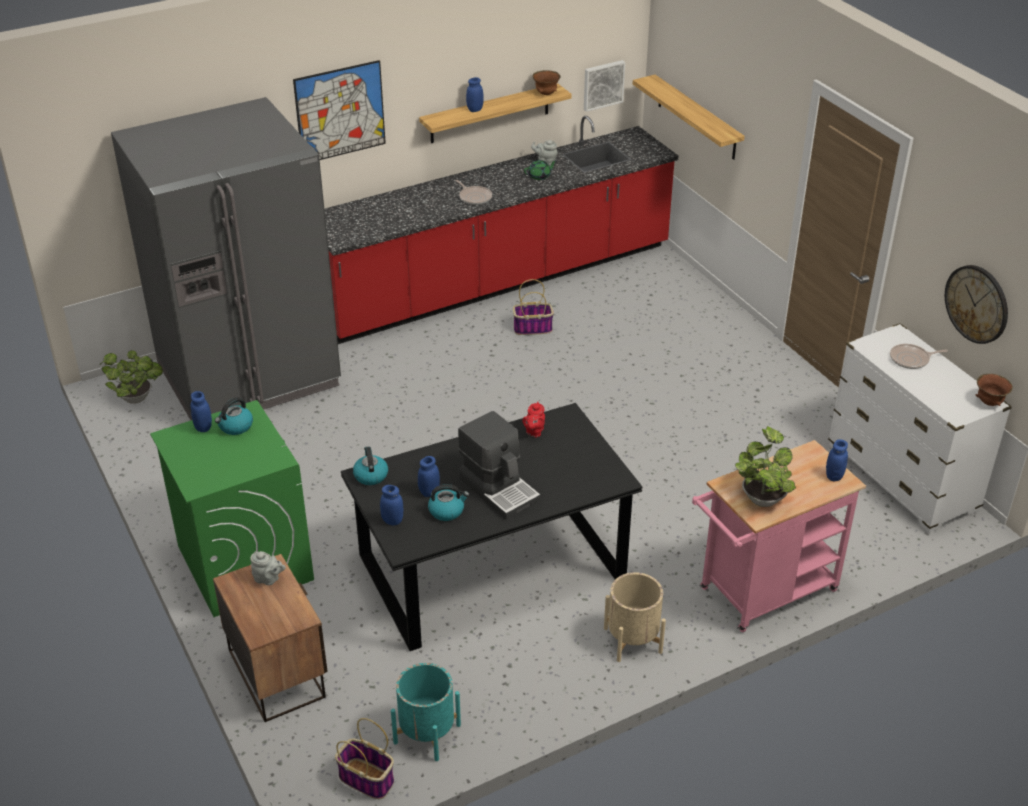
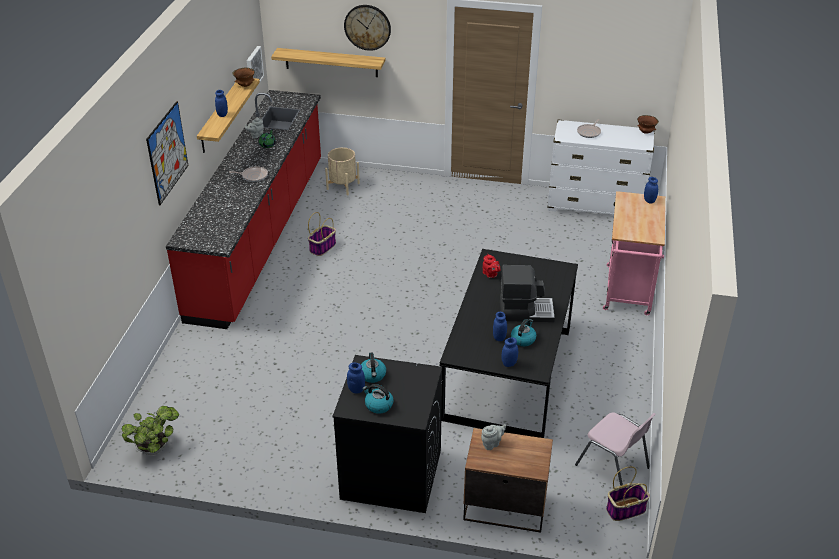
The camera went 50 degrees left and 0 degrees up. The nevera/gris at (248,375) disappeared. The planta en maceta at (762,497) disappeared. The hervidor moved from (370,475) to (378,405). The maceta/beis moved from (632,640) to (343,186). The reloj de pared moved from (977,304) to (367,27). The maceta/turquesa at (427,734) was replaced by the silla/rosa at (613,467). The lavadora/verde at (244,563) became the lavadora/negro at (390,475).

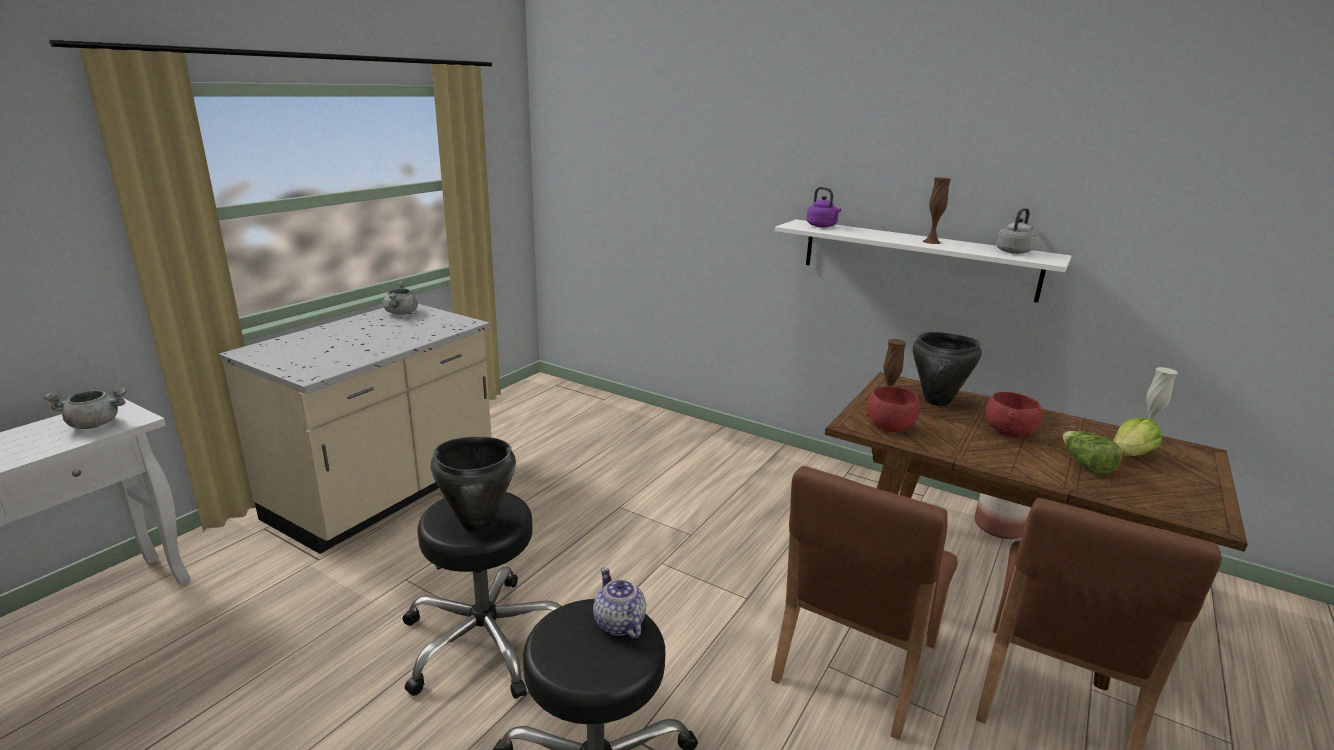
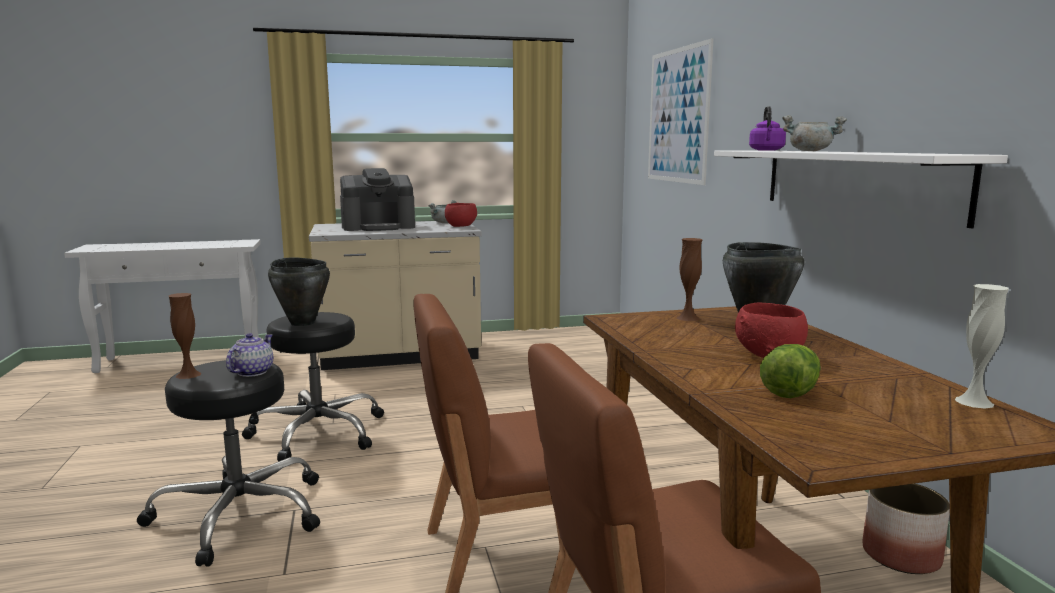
The camera went 45 degrees right and 10 degrees down. The hervidor/gris at (1014,251) disappeared. The lechuga at (1130,455) disappeared. The cafetera at (378,227) appeared. The cuadro at (678,115) appeared. The olla/gris moved from (96,424) to (810,151). The cuenco/rojo moved from (890,427) to (460,226). The florero/marrón moved from (931,242) to (188,375).

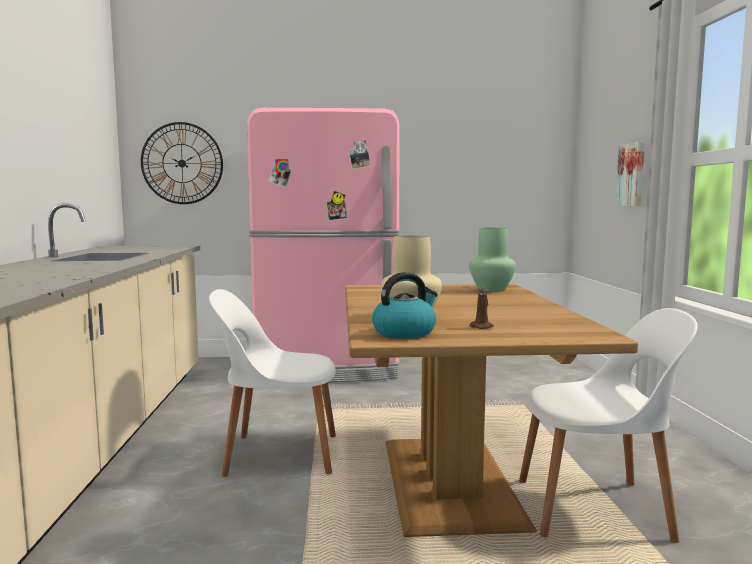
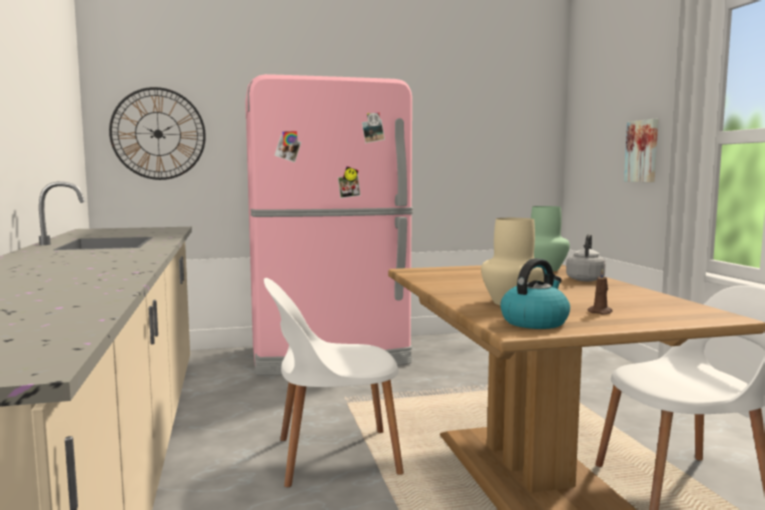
The camera went 10 degrees left and 0 degrees up. The hervidor/gris at (585,279) appeared.

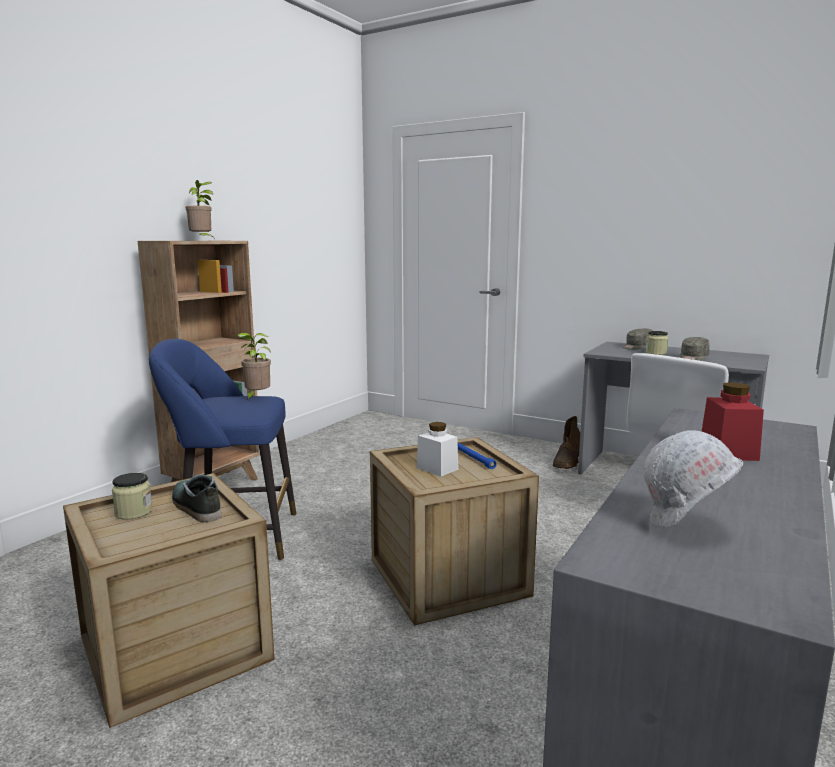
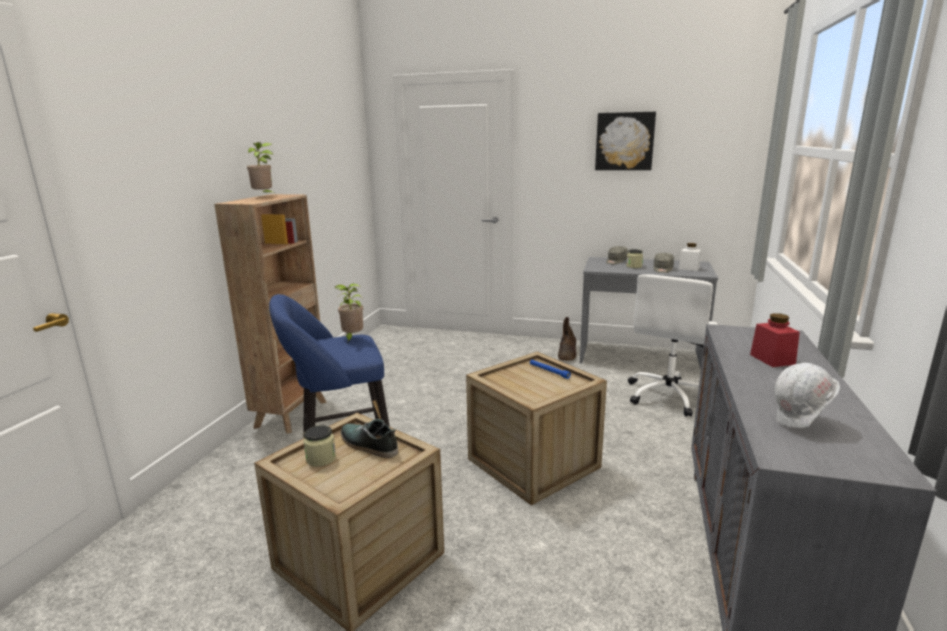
The camera went 15 degrees left and 5 degrees up. The cuadro at (624,141) appeared. The tarro/blanco moved from (437,468) to (689,268).

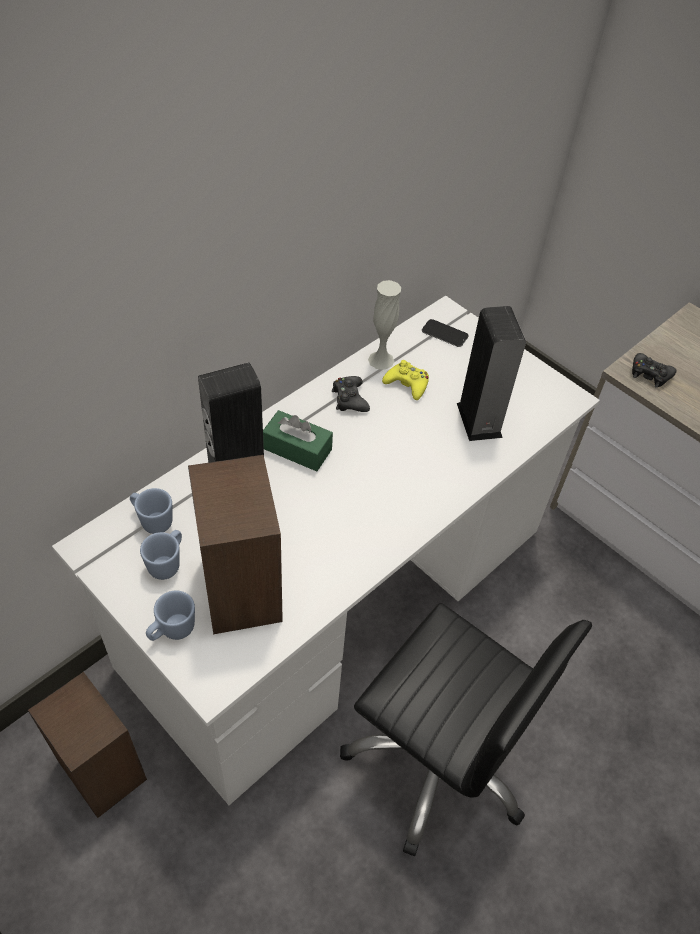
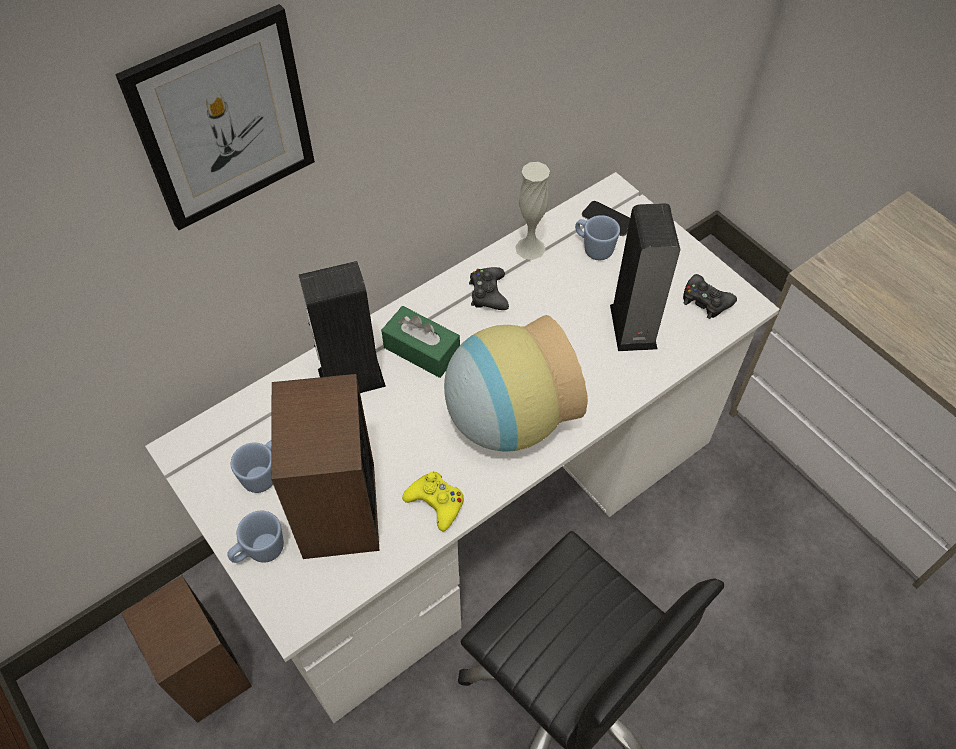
The camera went 10 degrees right and 5 degrees up. The cuadro at (223,120) appeared. The florero at (506,418) appeared. The taza grande/azul moved from (152,520) to (593,248). The mando de consola/amarillo moved from (407,384) to (436,503). The mando de consola/negro moved from (649,374) to (705,301).

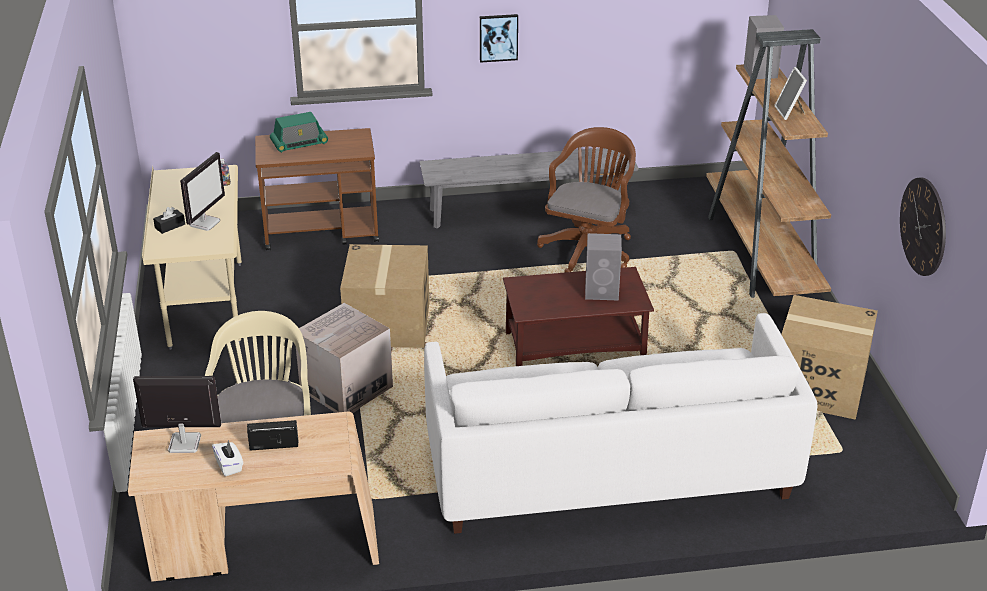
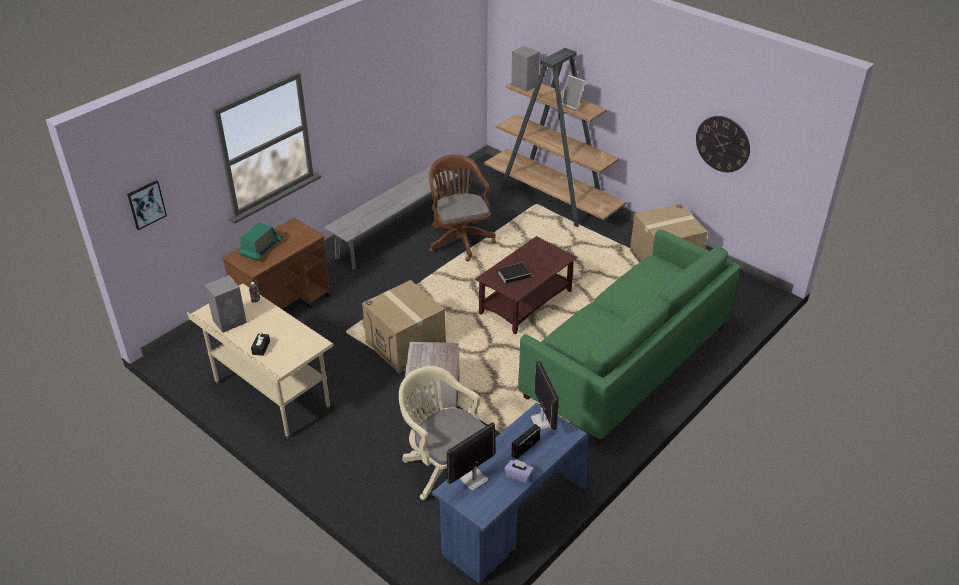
The camera went 40 degrees left and 5 degrees up. The libro at (514,274) appeared. The monitor moved from (205,223) to (542,421). The cuadro moved from (498,37) to (146,204). The altavoz/gris moved from (602,291) to (230,321). The escritorio/beis at (264,547) became the escritorio/azul at (513,520). The caja de pañuelos/blanco at (229,466) became the caja de pañuelos/morado at (518,475). The sofá/blanco at (608,468) became the sofá/verde at (627,362).

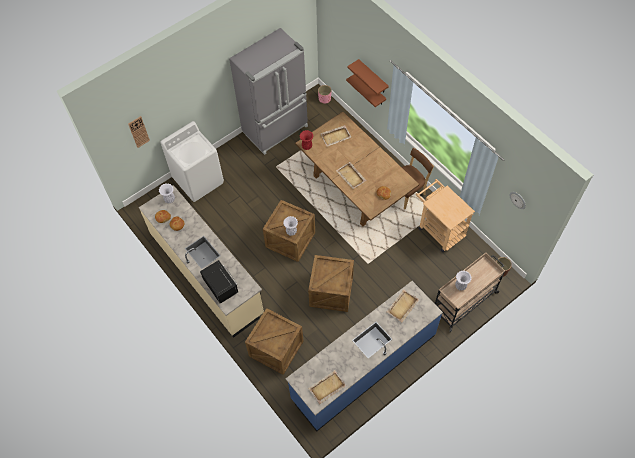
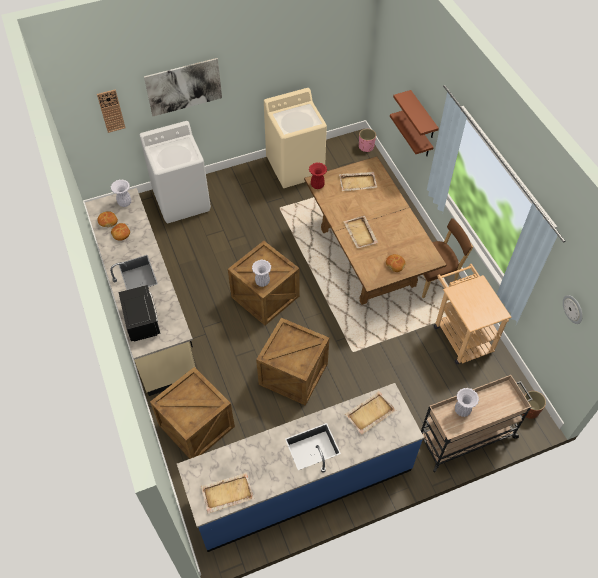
The camera went 15 degrees right and 5 degrees down. The cuadro at (184,87) appeared. The nevera/gris at (276,129) was replaced by the lavadora/beis at (295,167).

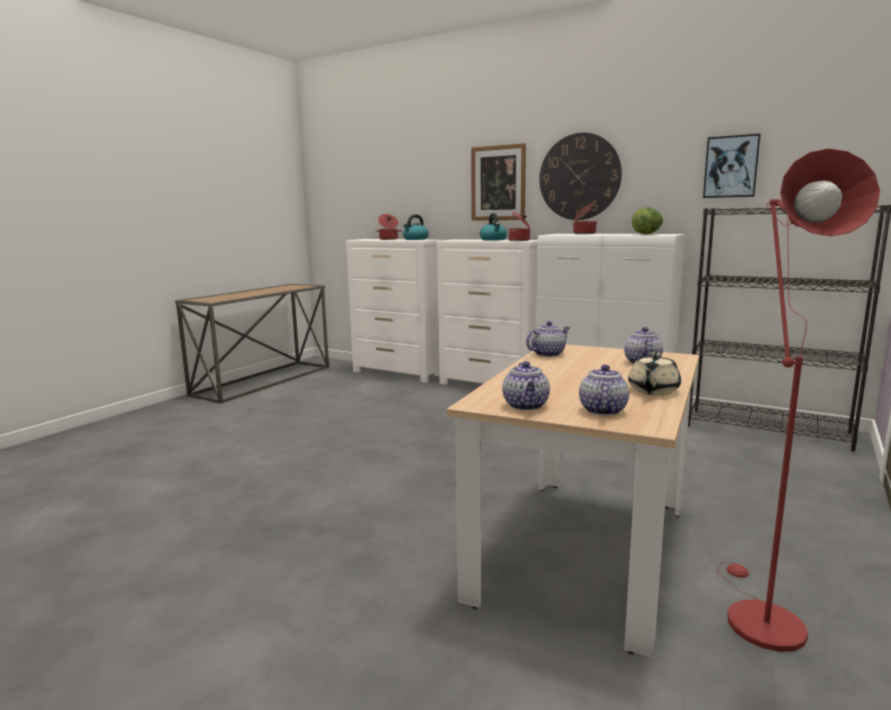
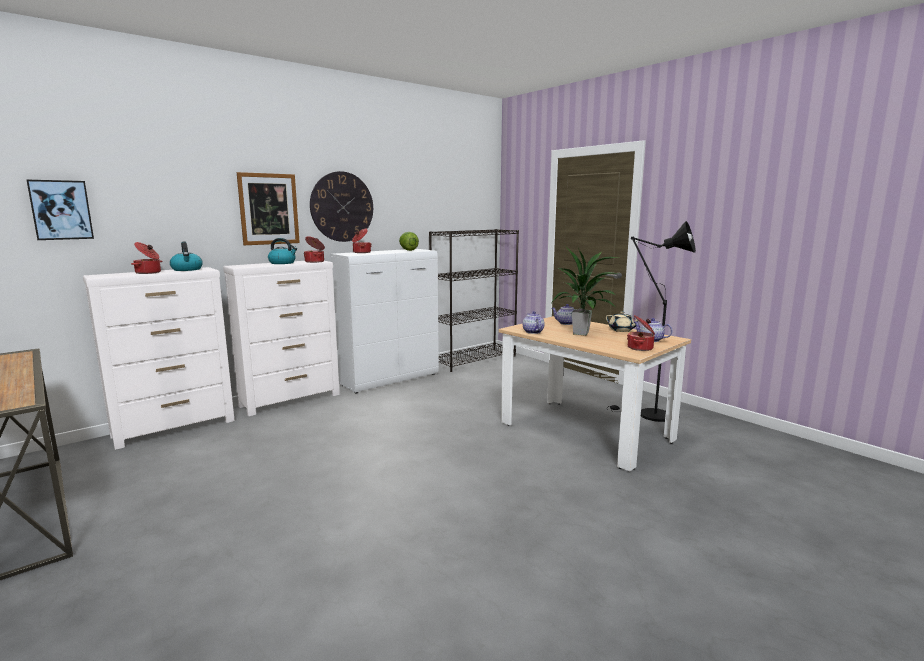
The camera went 70 degrees left and 0 degrees up. The planta en maceta at (581,333) appeared. The cuadro moved from (731,167) to (61,210). The tetera at (526,406) was replaced by the olla at (641,348). The lámpara de pie/rojo at (757,616) became the lámpara de pie/negro at (648,415).

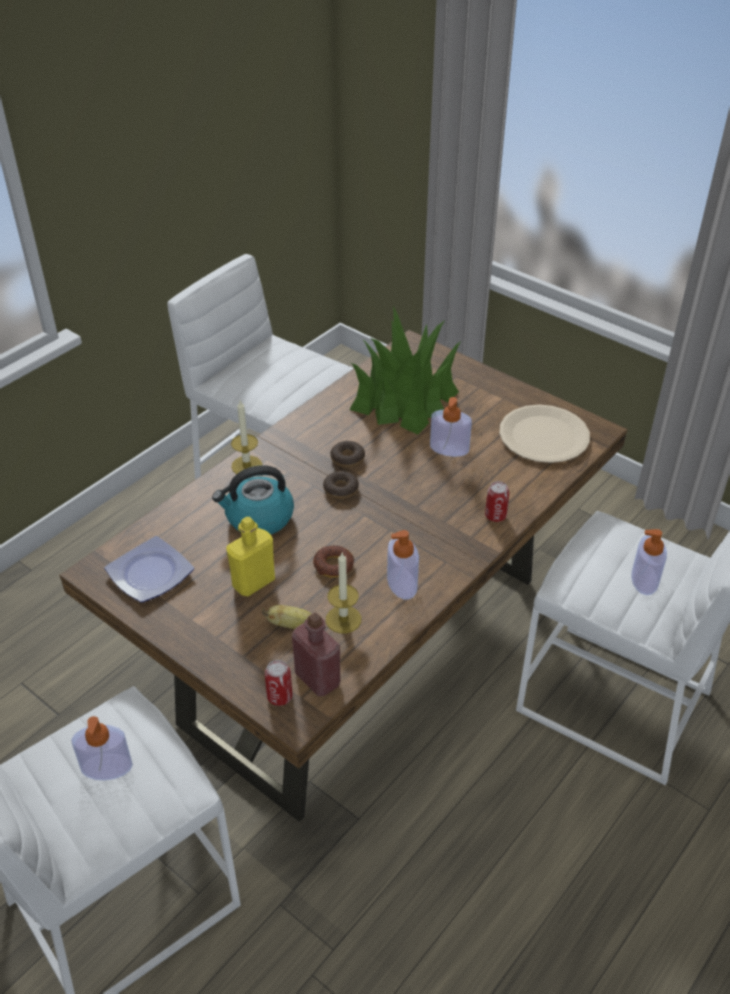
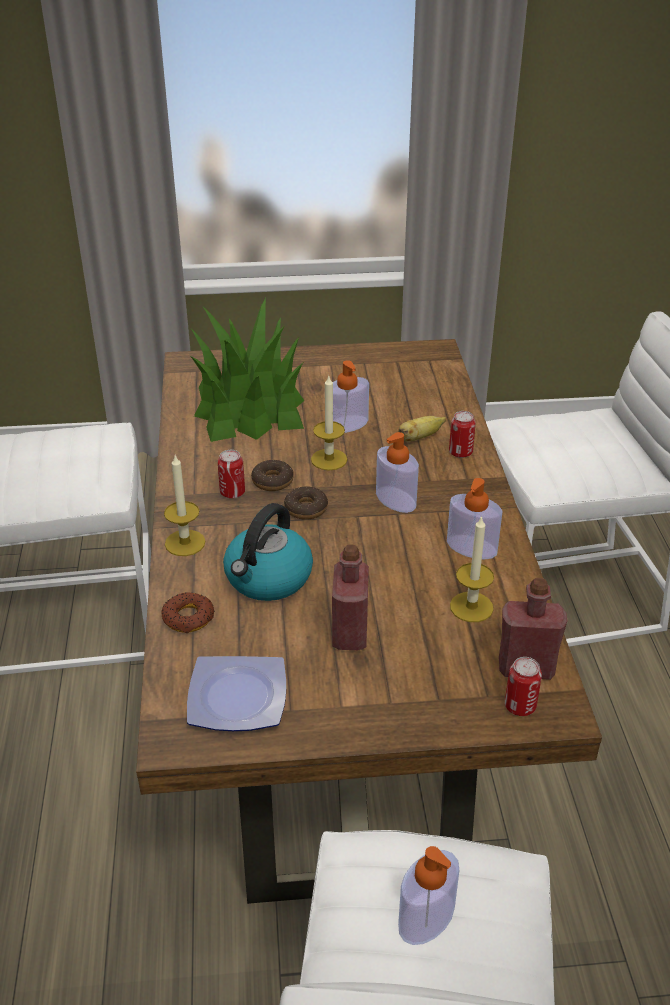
The camera went 45 degrees left and 5 degrees down. The plato/beis at (543,436) disappeared. The lata at (232,492) appeared. The vela at (329,459) appeared. The plátano moved from (293,626) to (419,438). The rosquilla moved from (333,565) to (188,617). The dispensador de jabón moved from (644,579) to (395,499). The botella/amarillo at (253,582) became the botella/rojo at (350,633).

